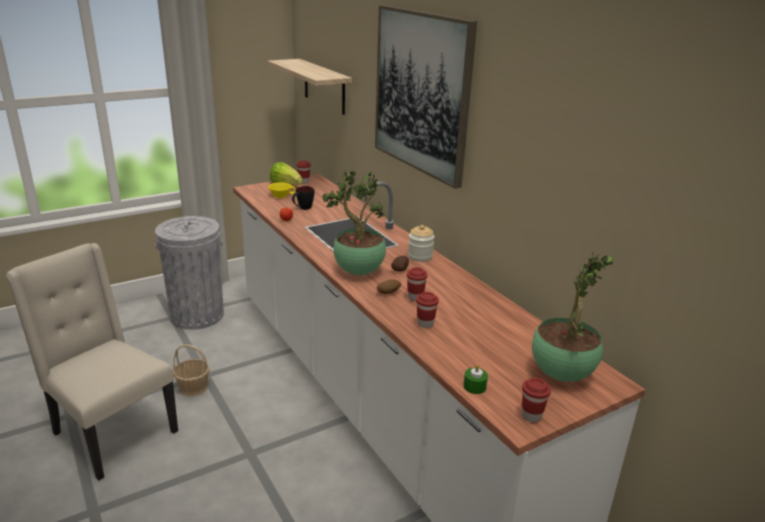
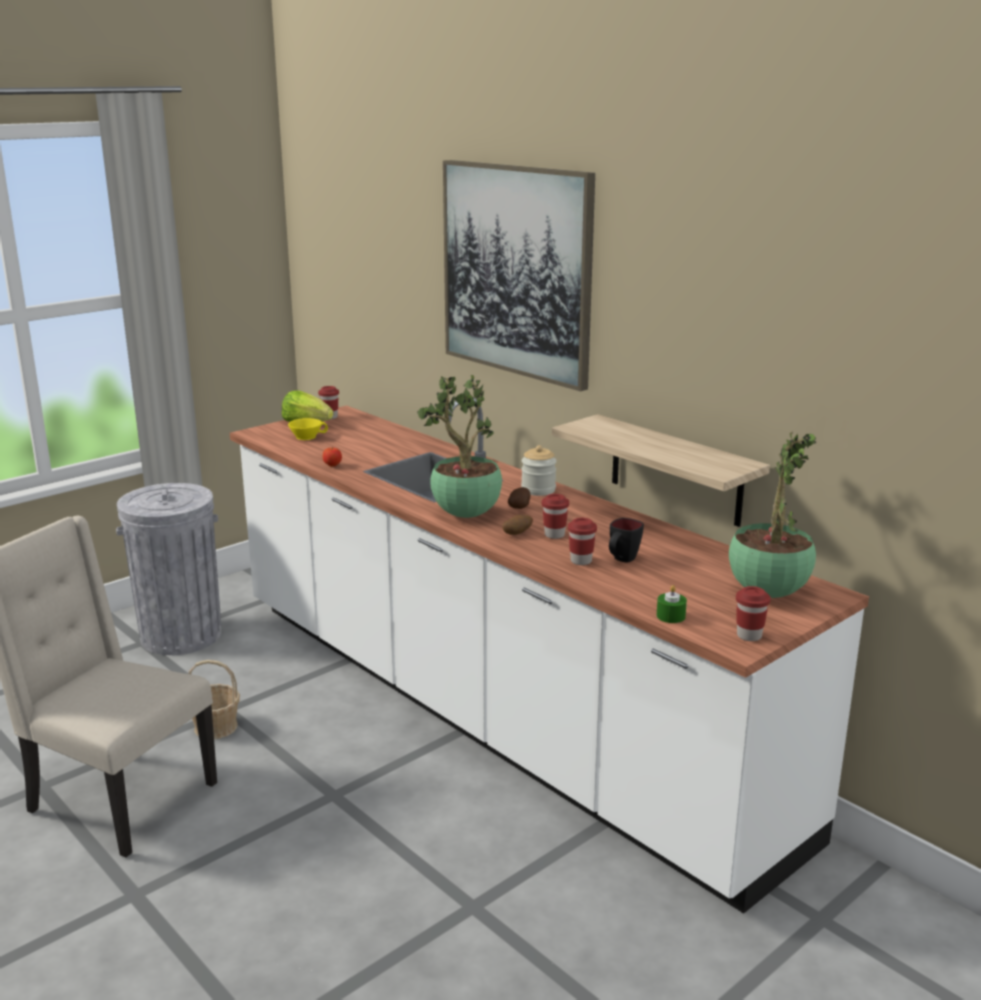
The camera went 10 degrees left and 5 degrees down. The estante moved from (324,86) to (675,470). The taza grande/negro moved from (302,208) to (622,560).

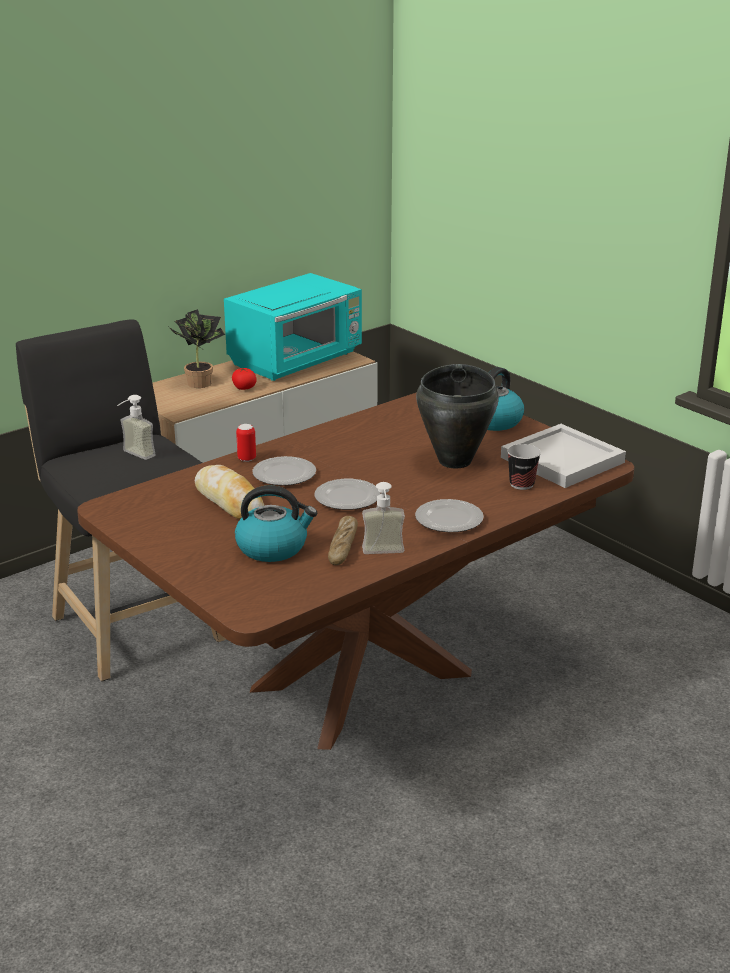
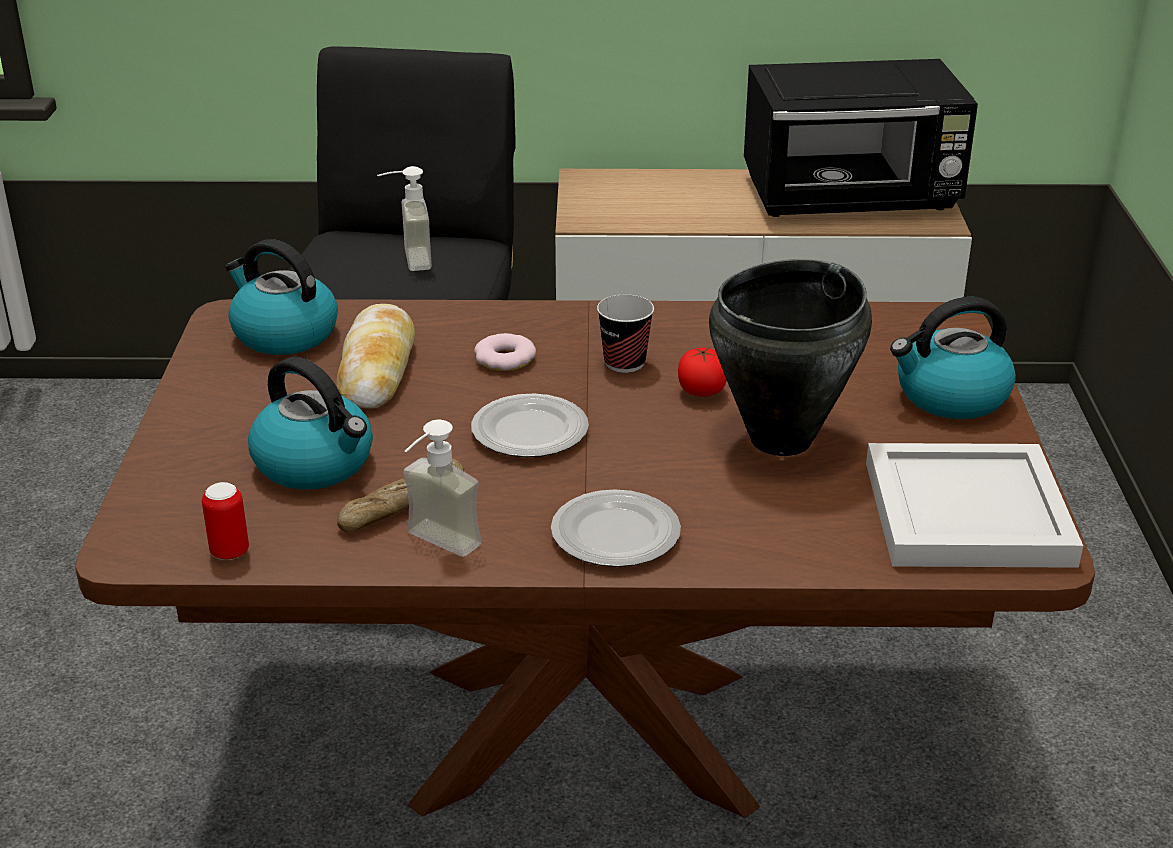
The camera went 40 degrees right and 5 degrees up. The planta en maceta at (199,382) disappeared. The hervidor at (283,334) appeared. The tomate moved from (244,388) to (701,391). The lata moved from (247,459) to (230,552). The taza moved from (521,484) to (624,363). The plato at (283,475) was replaced by the rosquilla at (505,359). The microondas/turquesa at (297,360) became the microondas/negro at (852,197).

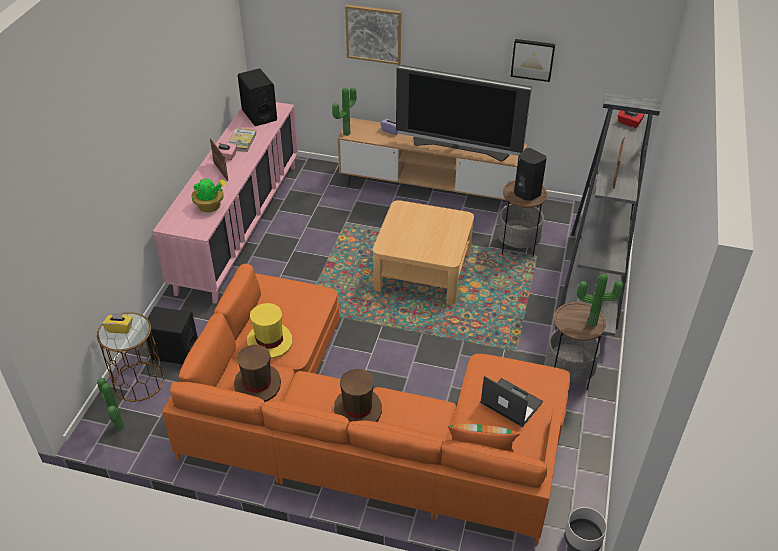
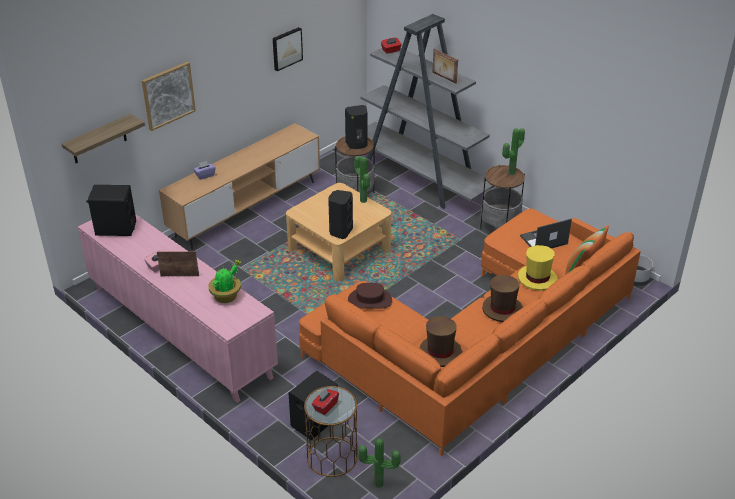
The camera went 60 degrees left and 5 degrees down. The libro at (241,141) disappeared. The televisor at (460,148) disappeared. The estante at (99,139) appeared. The altavoz/negro at (340,231) appeared. The sombrero/marrón at (370,300) appeared. The sombrero/amarillo moved from (270,341) to (537,279). The planta en maceta moved from (345,133) to (362,201). The caja de pañuelos/amarillo at (120,328) became the caja de pañuelos/rojo at (325,406).

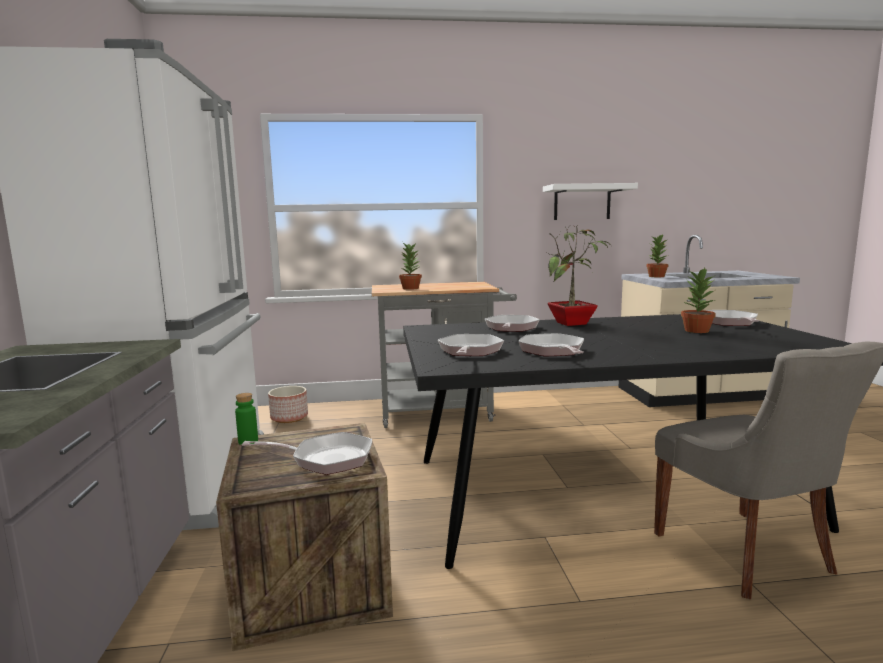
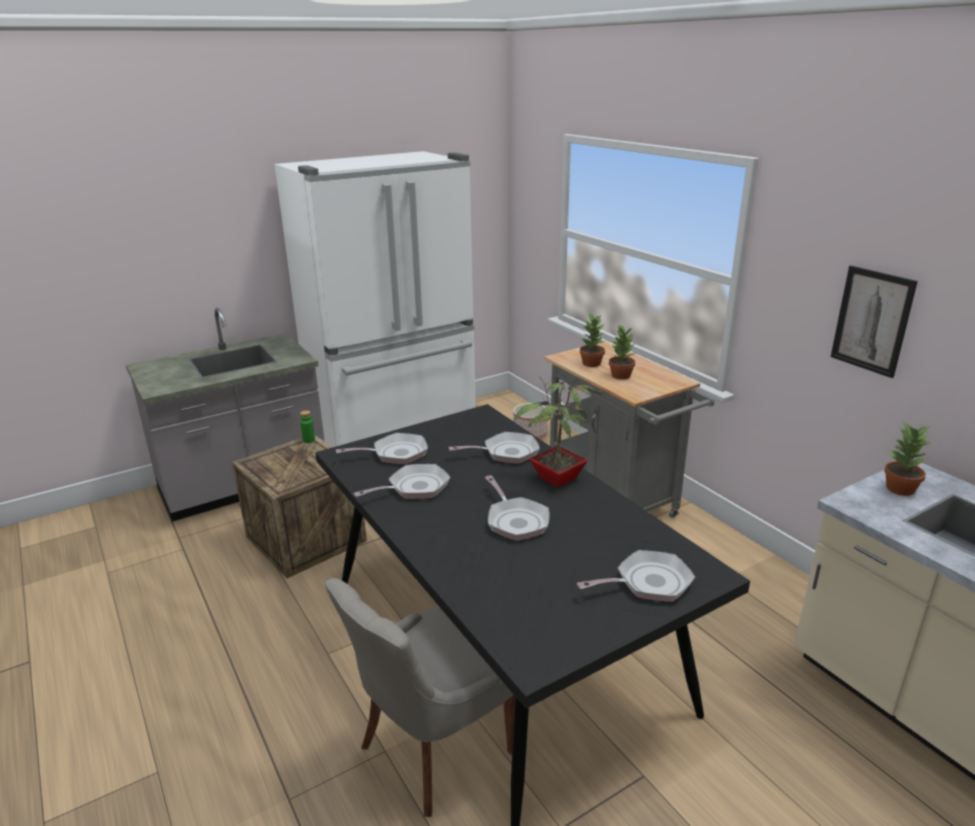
The camera went 65 degrees right and 15 degrees up. The sartén moved from (326,459) to (515,520). The planta en maceta moved from (696,331) to (620,375). The estante/blanco at (582,202) was replaced by the cuadro at (872,321).

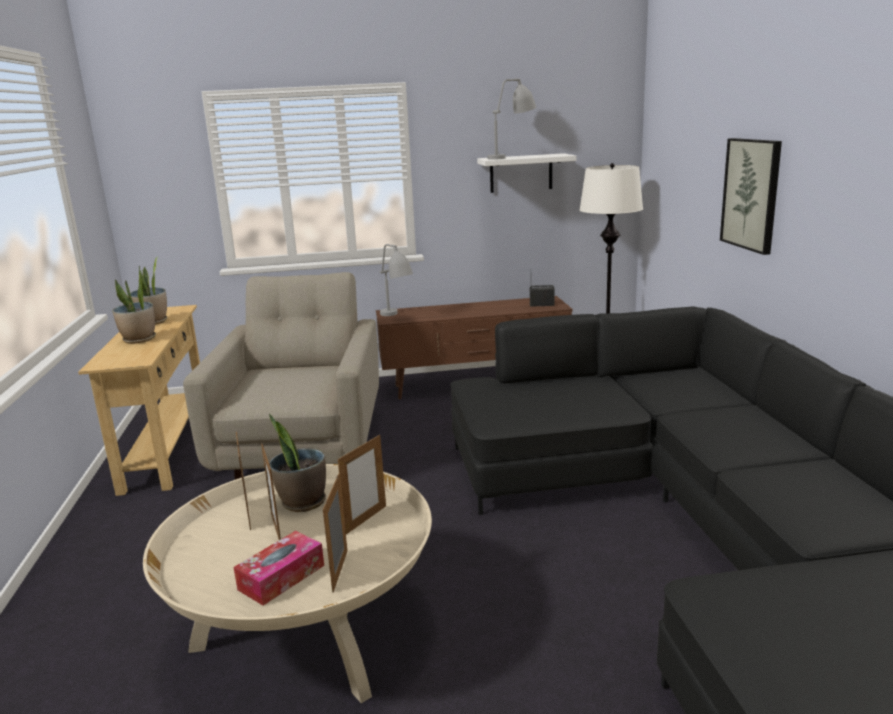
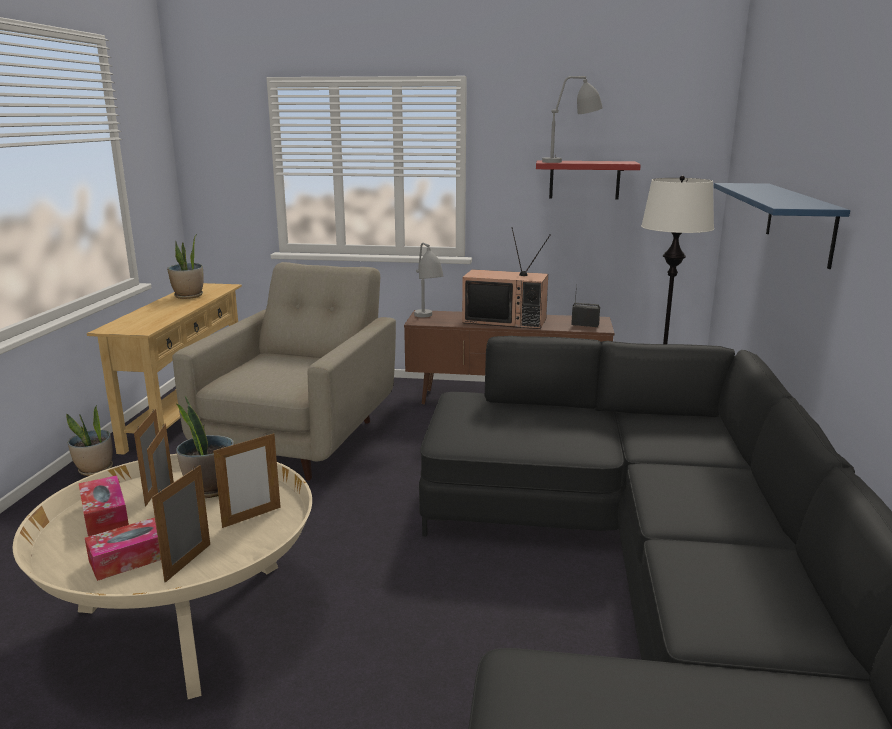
The camera went 15 degrees right and 0 degrees up. The caja de pañuelos at (105,515) appeared. The televisor at (506,320) appeared. The planta en maceta moved from (139,339) to (95,470). The cuadro at (751,194) was replaced by the estante/azul at (799,222). The estante/blanco at (521,173) became the estante/rojo at (584,180).

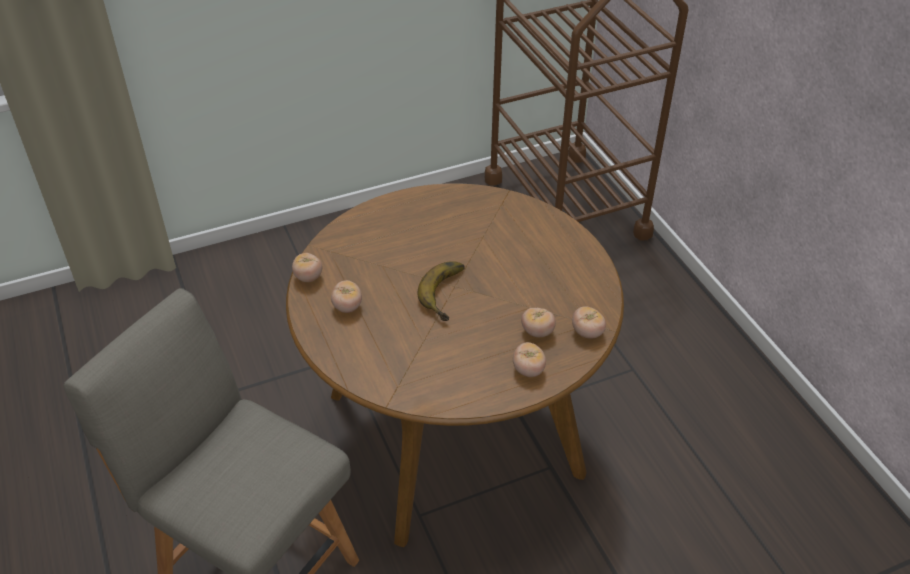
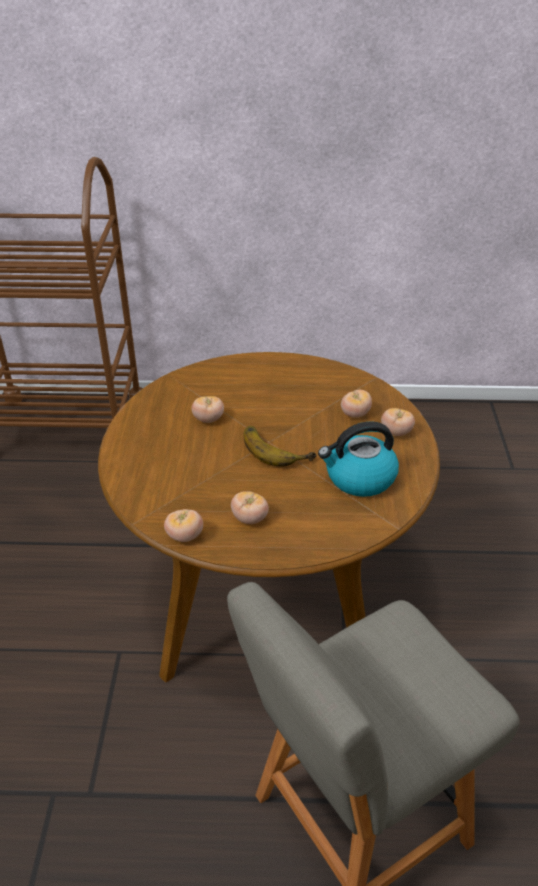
The camera went 65 degrees left and 5 degrees down. The hervidor at (359,478) appeared. The tomate moved from (587,332) to (208,419).

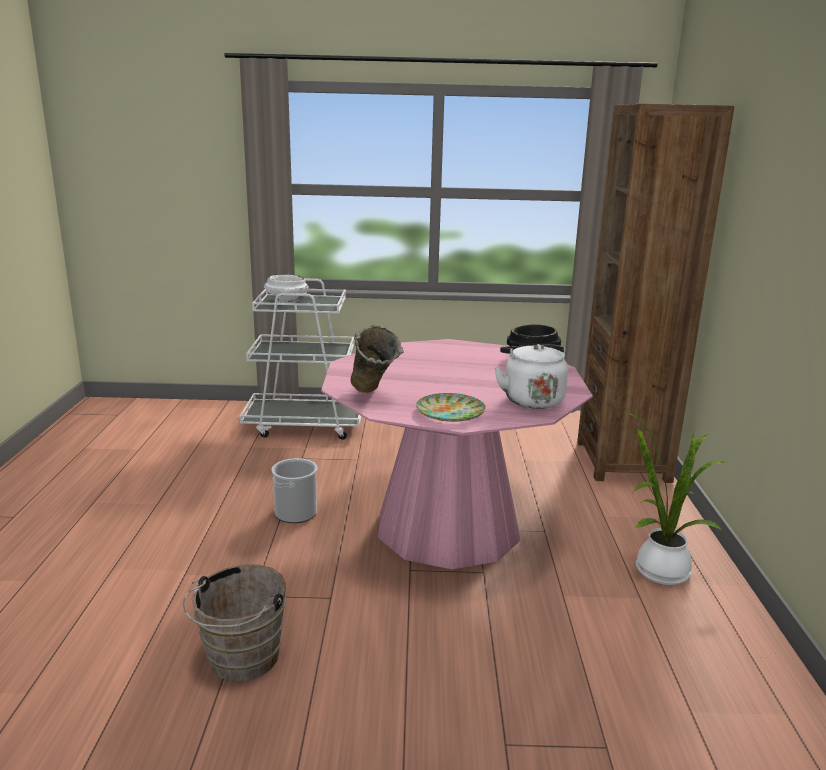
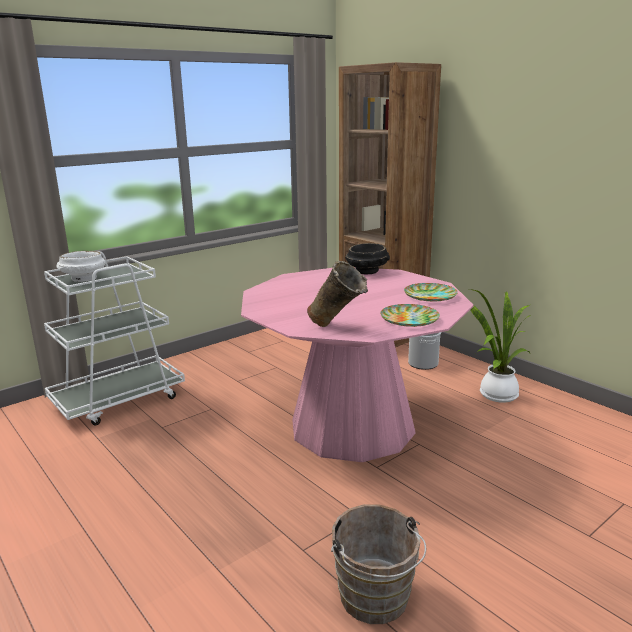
The camera went 40 degrees left and 0 degrees up. The cubo moved from (296,513) to (423,363). The hervidor/blanco at (531,399) was replaced by the plato at (430,296).

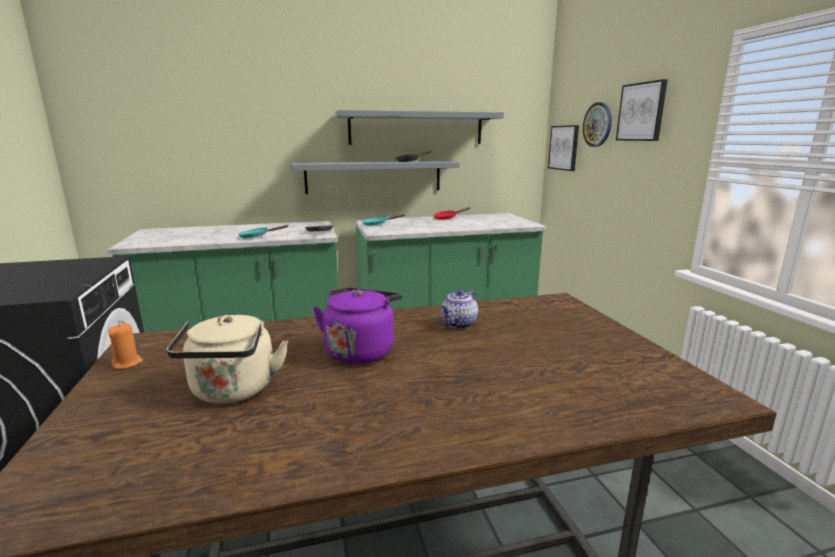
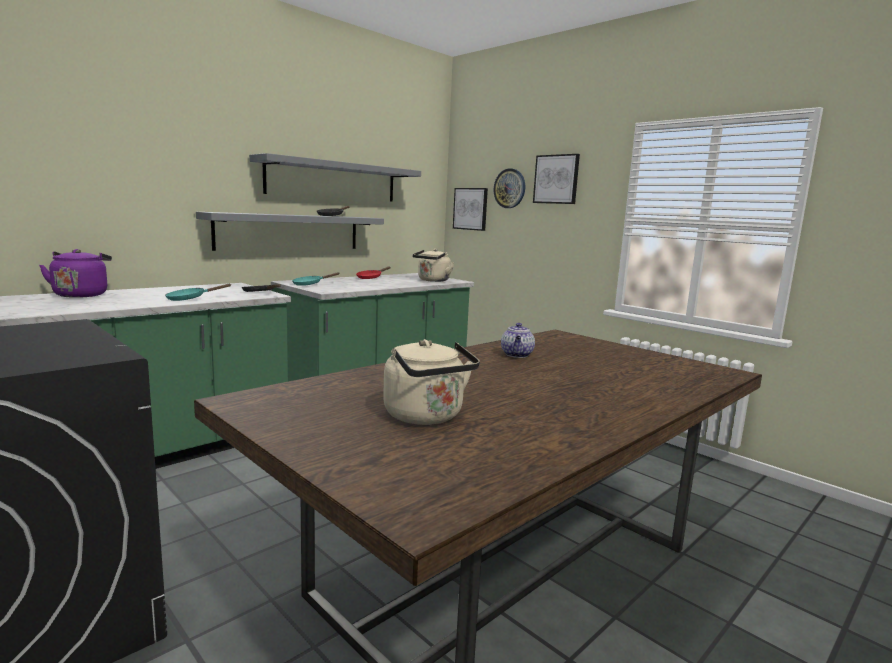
The camera went 30 degrees left and 5 degrees down. The vela/naranja at (127,363) disappeared. The hervidor/beis at (432,280) appeared. The hervidor/morado moved from (361,350) to (81,295).

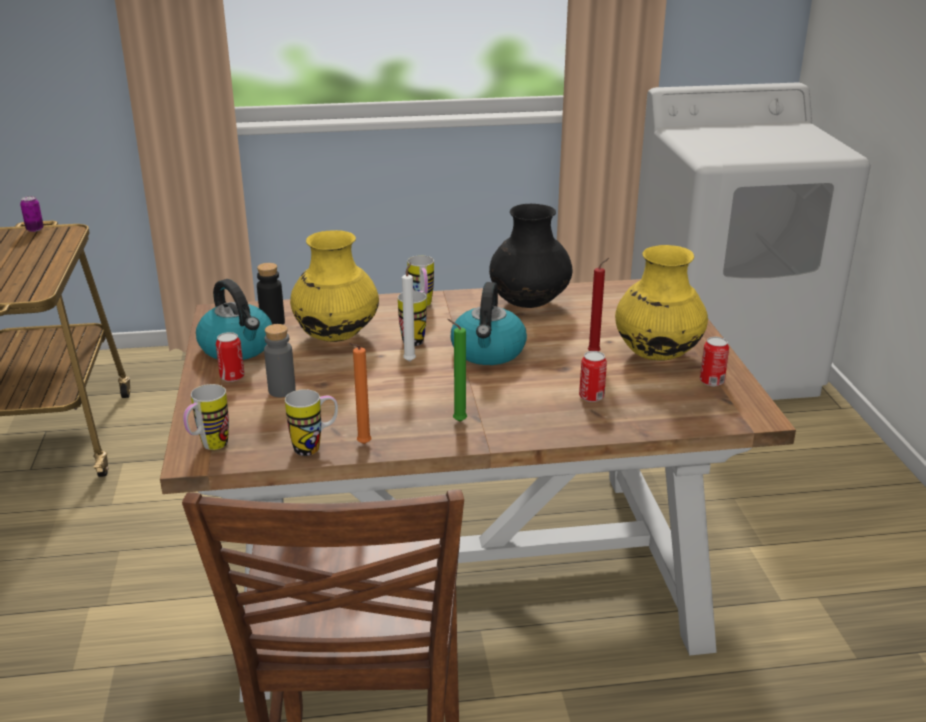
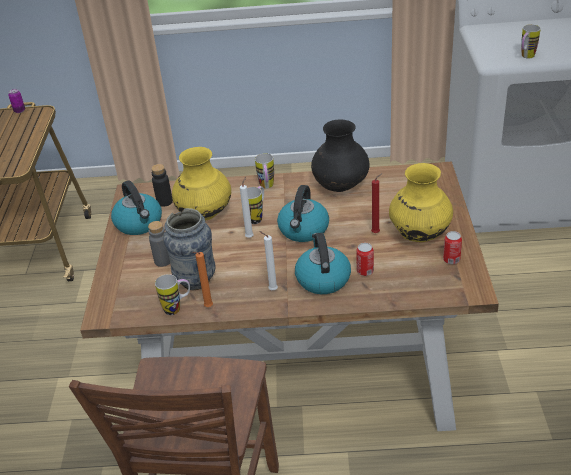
The camera went 10 degrees right and 10 degrees up. The lata at (232,377) disappeared. The florero at (195,280) appeared. The hervidor at (322,278) appeared. The taza grande moved from (209,447) to (526,57). The vela/verde at (457,421) became the vela/blanco at (271,290).

